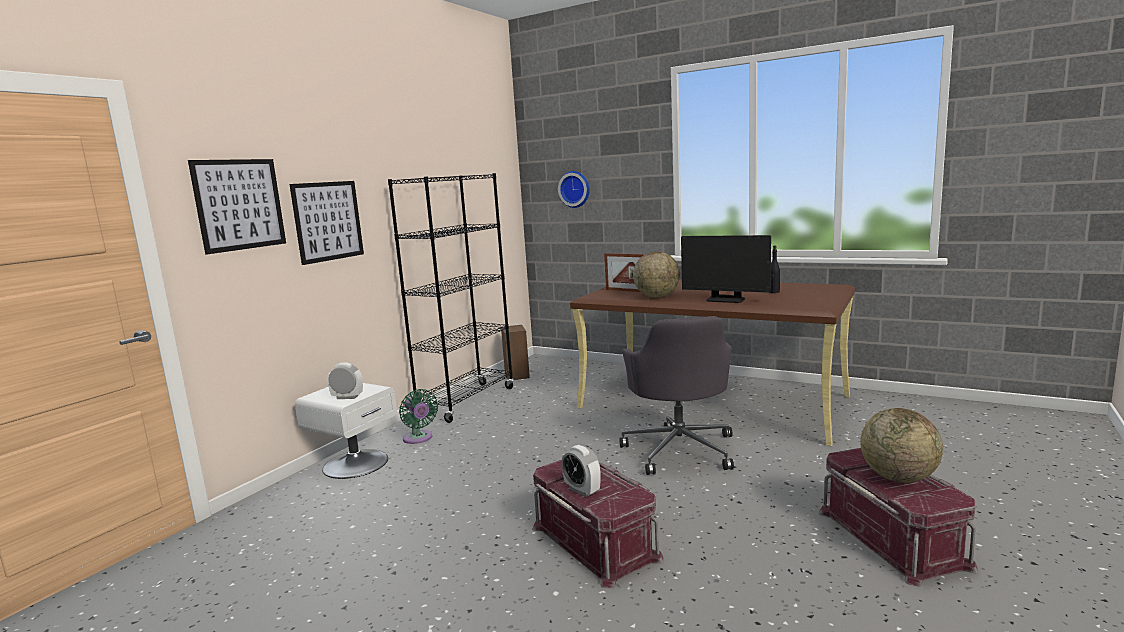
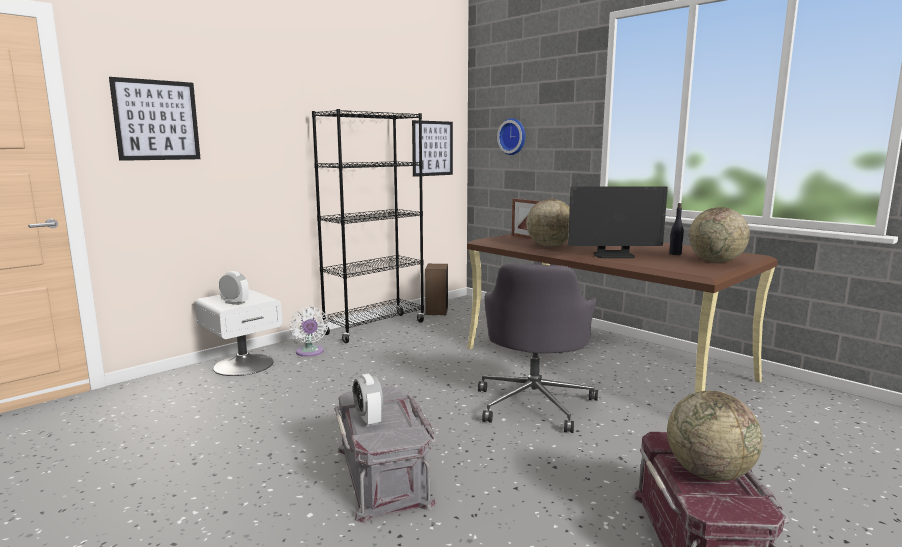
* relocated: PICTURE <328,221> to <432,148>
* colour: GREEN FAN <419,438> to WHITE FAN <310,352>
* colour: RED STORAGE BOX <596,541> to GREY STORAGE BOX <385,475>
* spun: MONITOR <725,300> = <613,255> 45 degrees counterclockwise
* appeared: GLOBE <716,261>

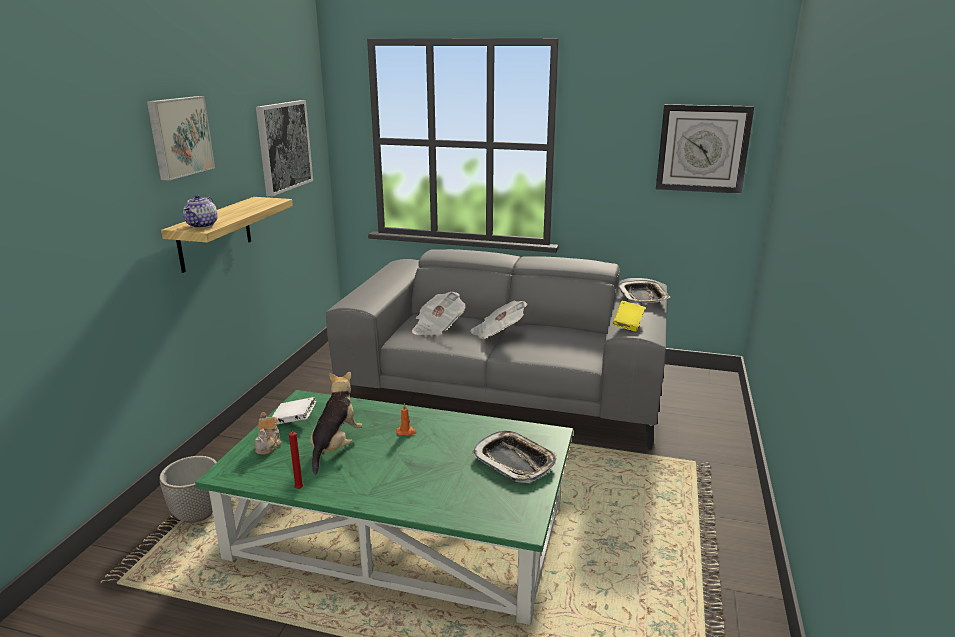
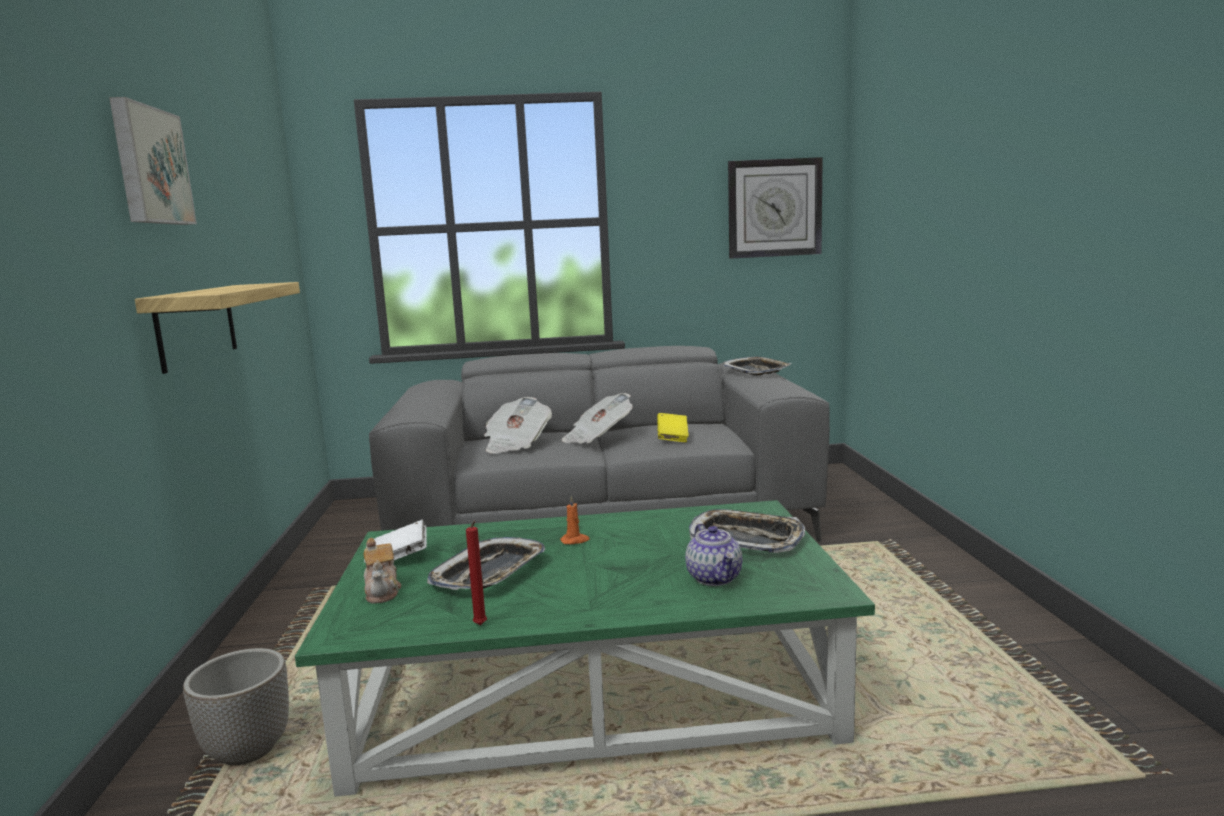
* relocated: TEAPOT <202,225> to <715,578>
* missing: PICTURE <284,146>
* exchanged: PLUSH TOY <335,447> to TRAY <490,573>
* relocated: YELLOW BOOK <628,324> to <673,438>

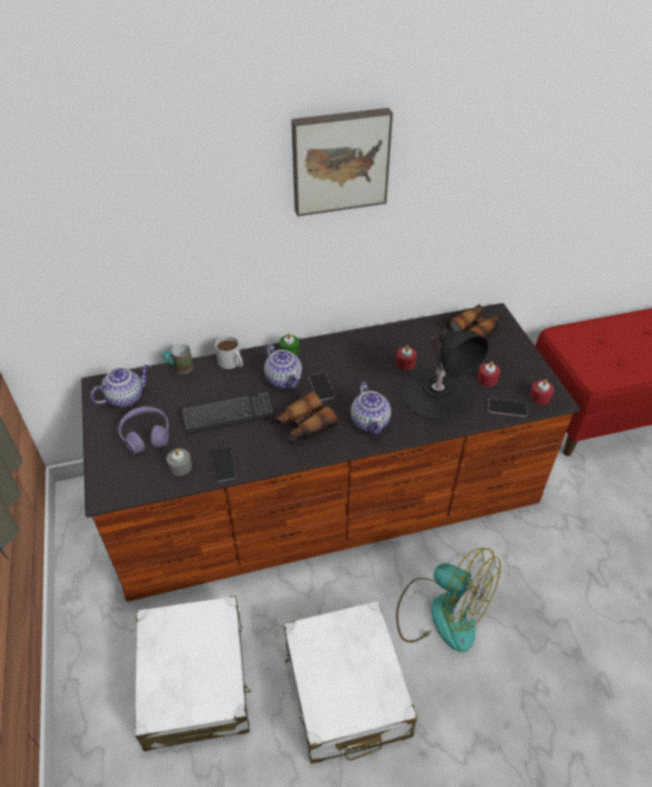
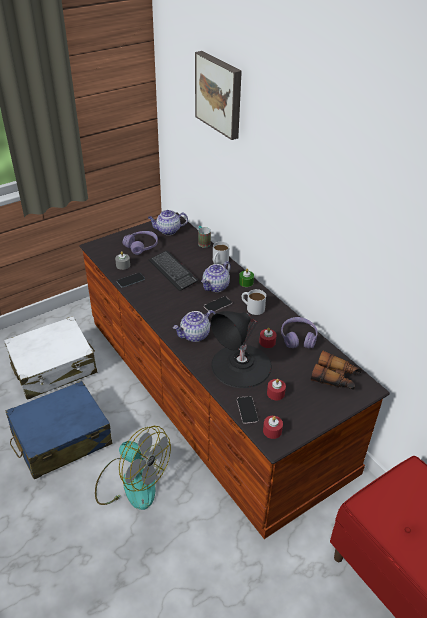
* spun: TEAPOT <125,397> = <168,231> 135 degrees clockwise
* missing: BINOCULARS <302,427>
* colour: WHITE SUITCASE <346,689> to BLUE SUITCASE <61,439>
* relocated: PICTURE <340,161> to <220,94>
* spun: FAN <441,612> = <131,482> 75 degrees counterclockwise
* appeared: WHITE MUG <252,307>
* appeared: PURPLE HEADPHONES <298,338>

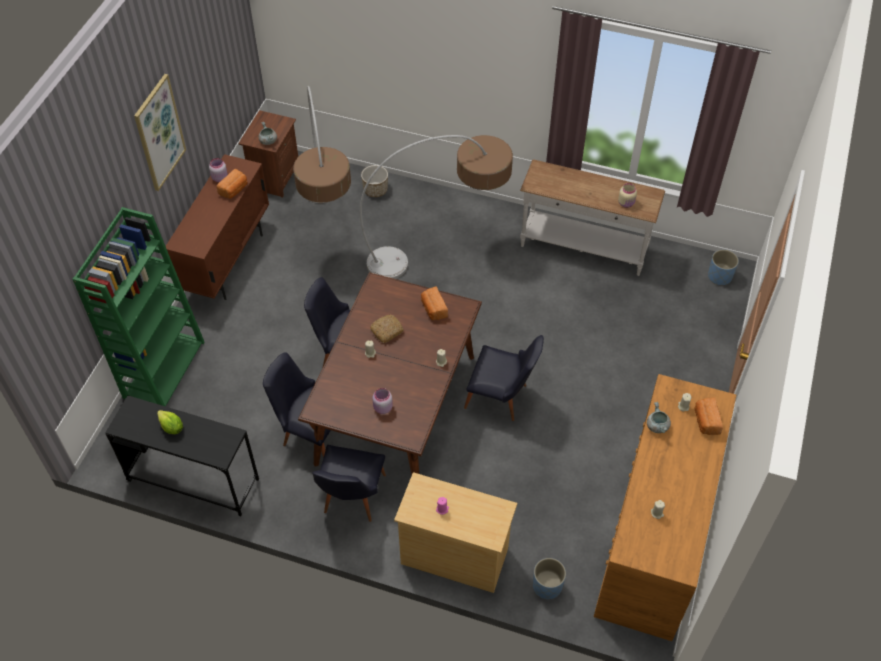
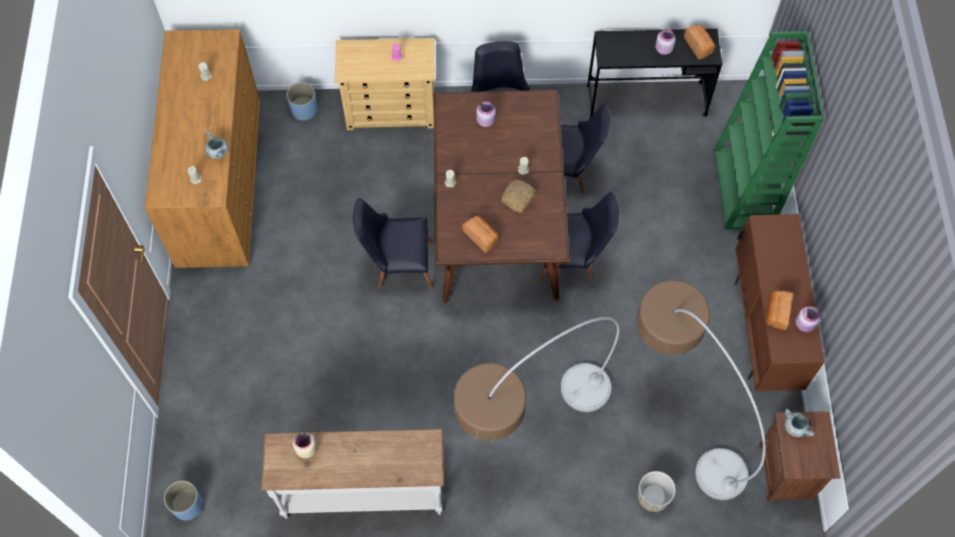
* missing: PICTURE <159,133>
* exchanged: LETTUCE <171,427> to PINK JAR <663,49>
* relocated: BREAD <705,421> to <699,46>

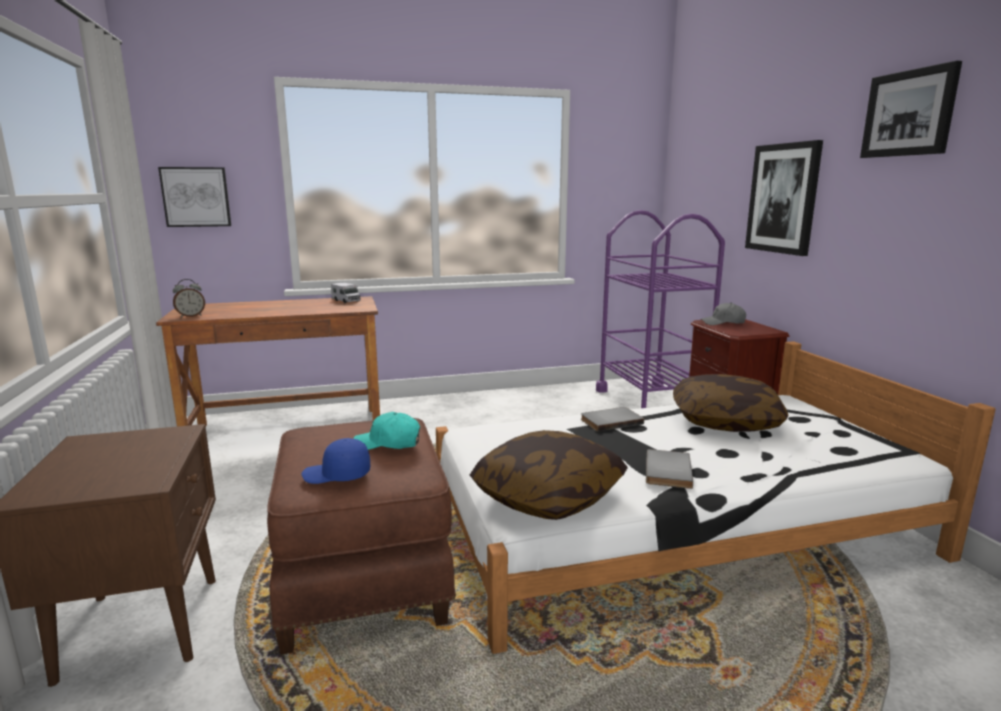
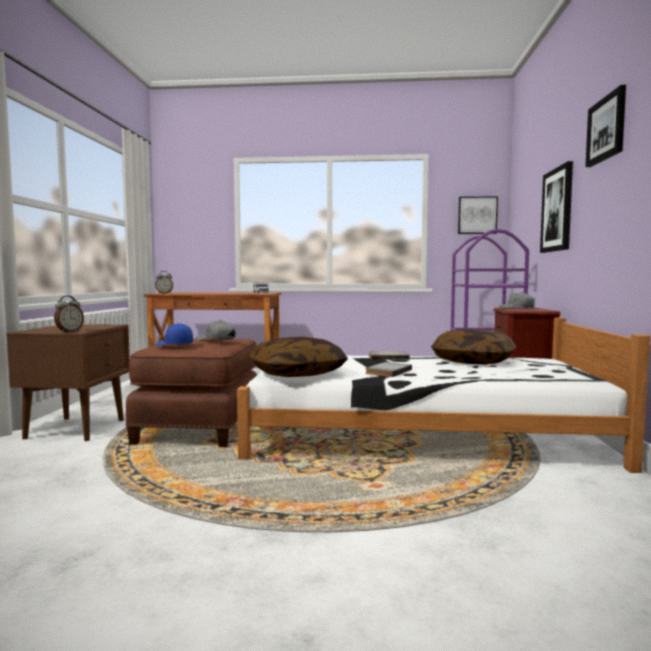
* relocated: PICTURE <196,197> to <477,215>
* colour: TURQUOISE CAP <388,443> to GREY CAP <216,340>
* appeared: ALARM CLOCK <69,331>

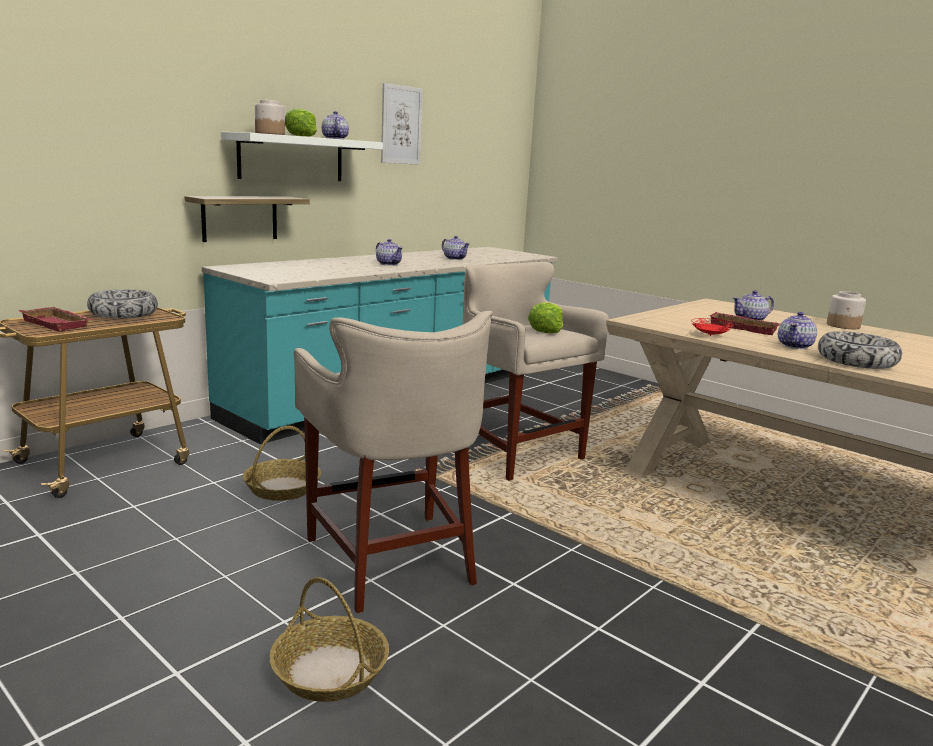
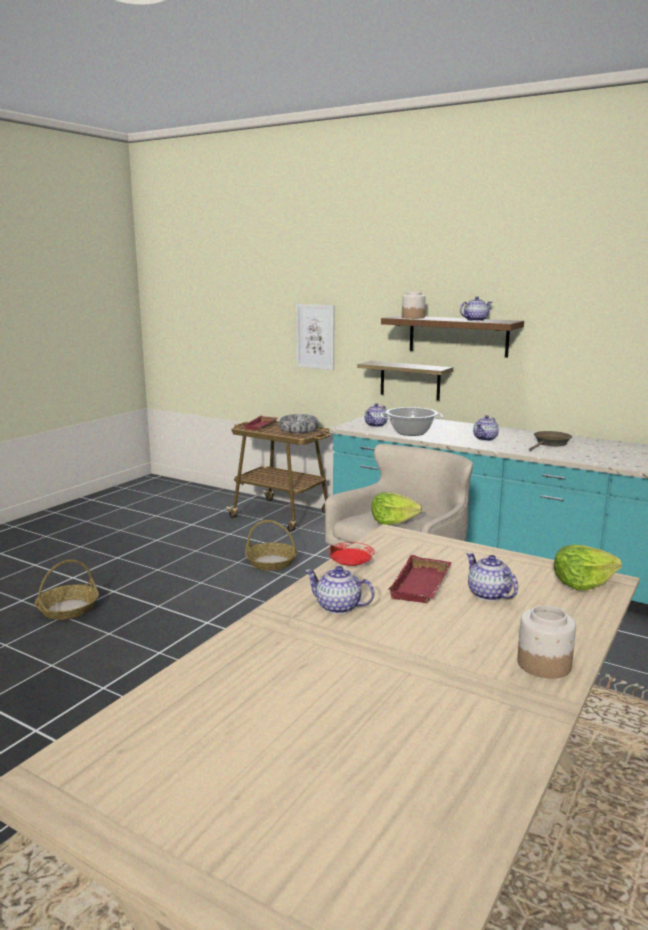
* colour: WHITE SHELF <291,158> to BROWN SHELF <458,336>
* relocated: LETTUCE <301,136> to <582,583>
* missing: BEIGE STOOL <392,558>
* relocated: PICTURE <401,125> to <315,336>
* relocated: TEAPOT <455,258> to <376,425>
* missing: BOWL <856,361>
* appeared: COOKING POT <411,432>
* appeared: BROWN FRYING PAN <550,443>

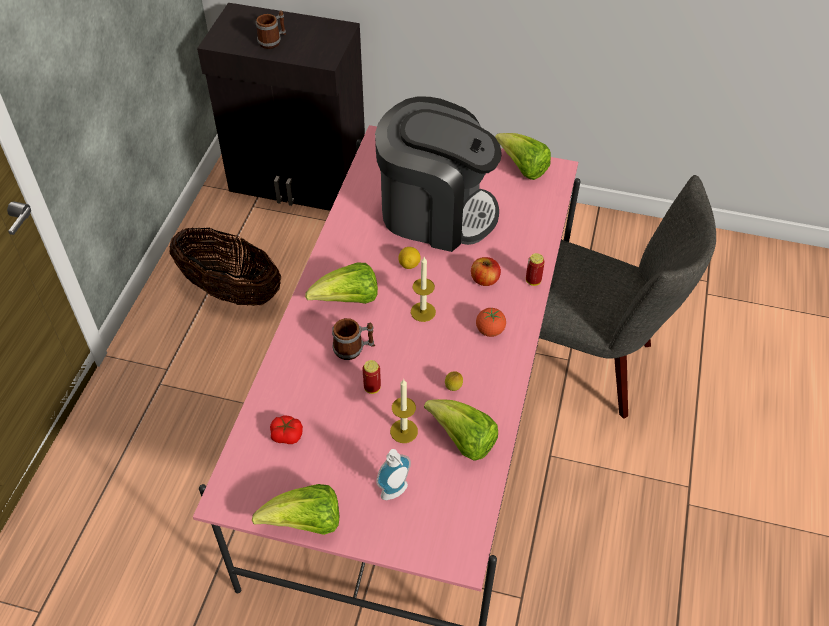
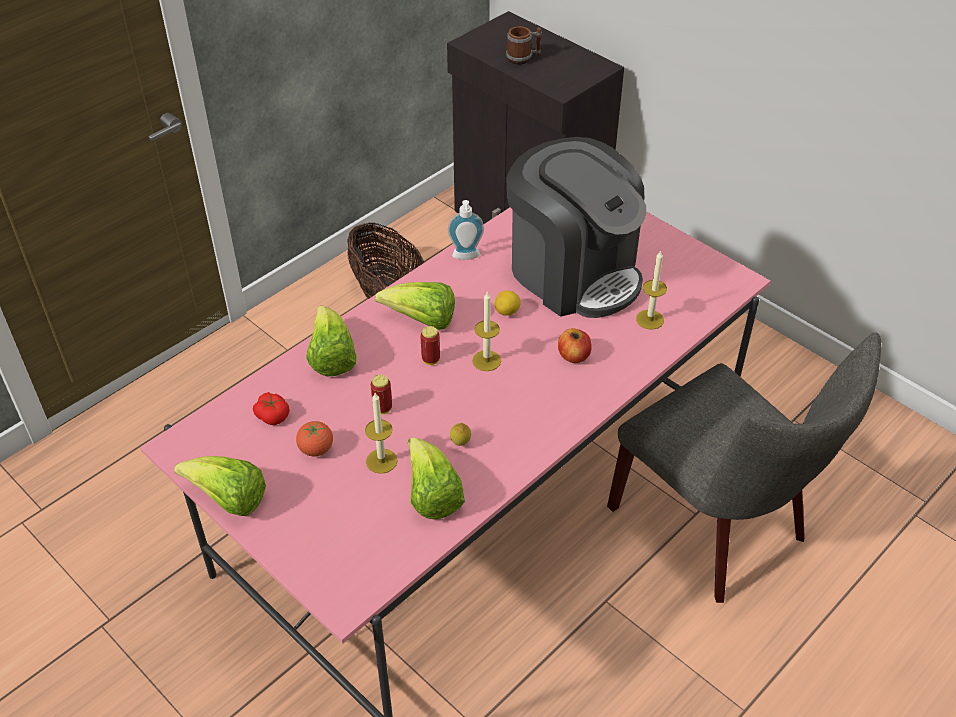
* missing: MUG <354,349>
* relocated: SOAP DISPENSER <396,493> to <466,257>
* relocated: TOMATO <490,330> to <316,449>
* relocated: LETTUCE <522,168> to <331,358>
* relocated: CAN <533,281> to <430,360>
* appeared: CANDLE <650,319>

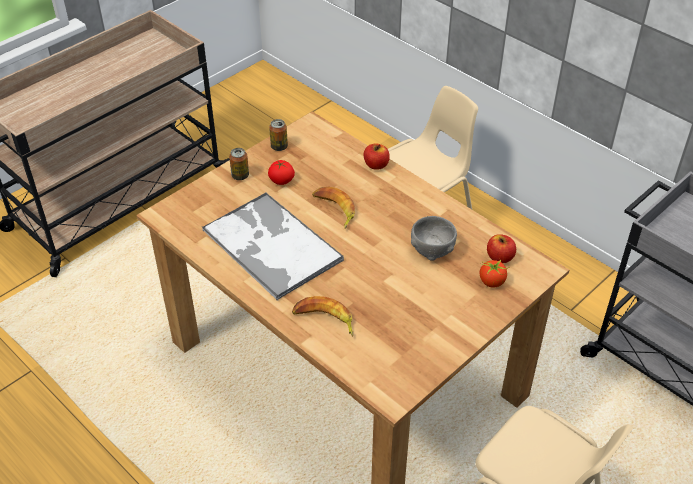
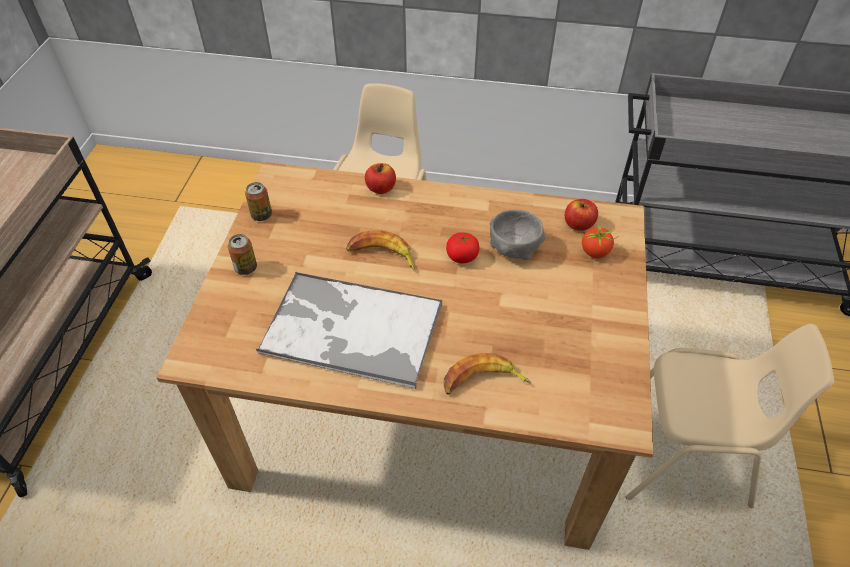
* relocated: TOMATO <281,180> to <462,257>

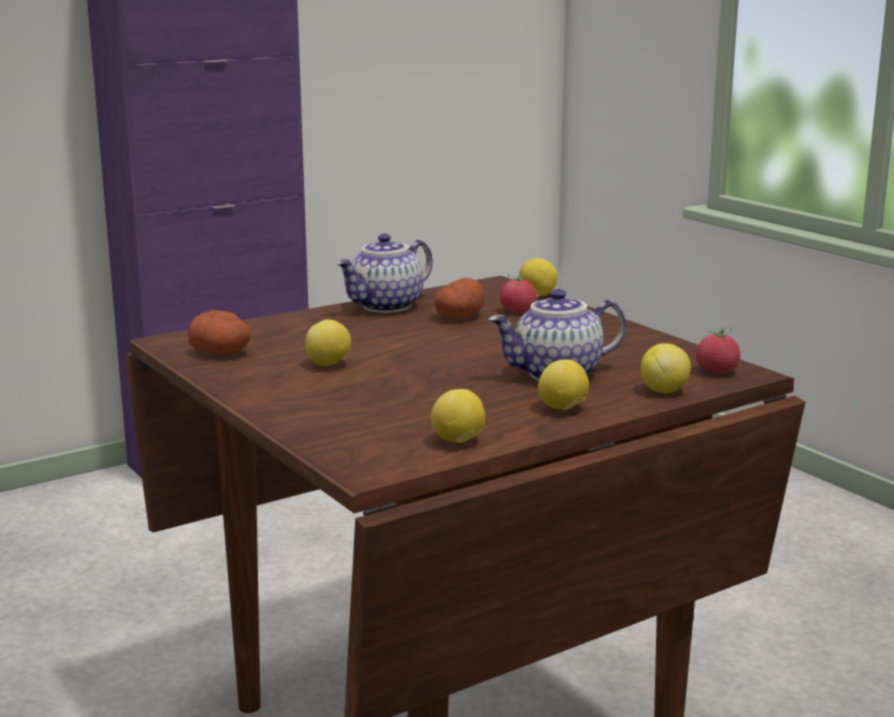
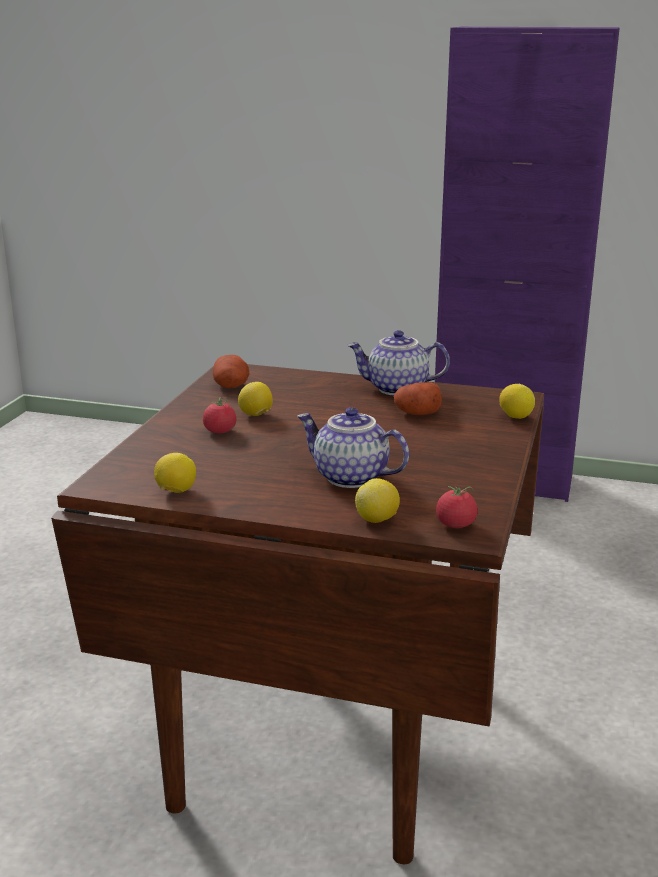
* relocated: TOMATO <518,311> to <220,431>
* missing: LEMON <563,409>

